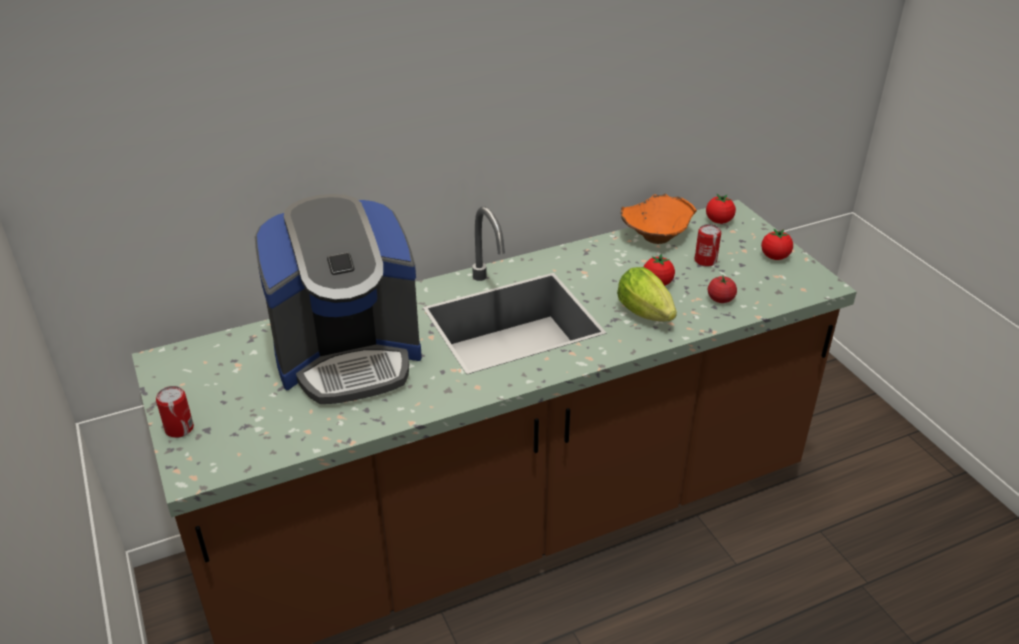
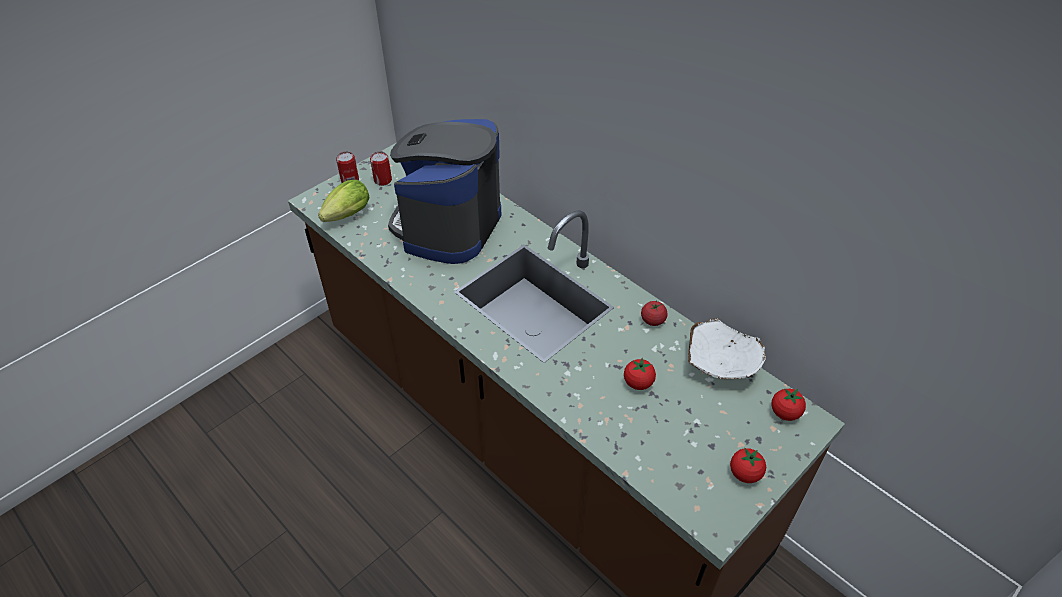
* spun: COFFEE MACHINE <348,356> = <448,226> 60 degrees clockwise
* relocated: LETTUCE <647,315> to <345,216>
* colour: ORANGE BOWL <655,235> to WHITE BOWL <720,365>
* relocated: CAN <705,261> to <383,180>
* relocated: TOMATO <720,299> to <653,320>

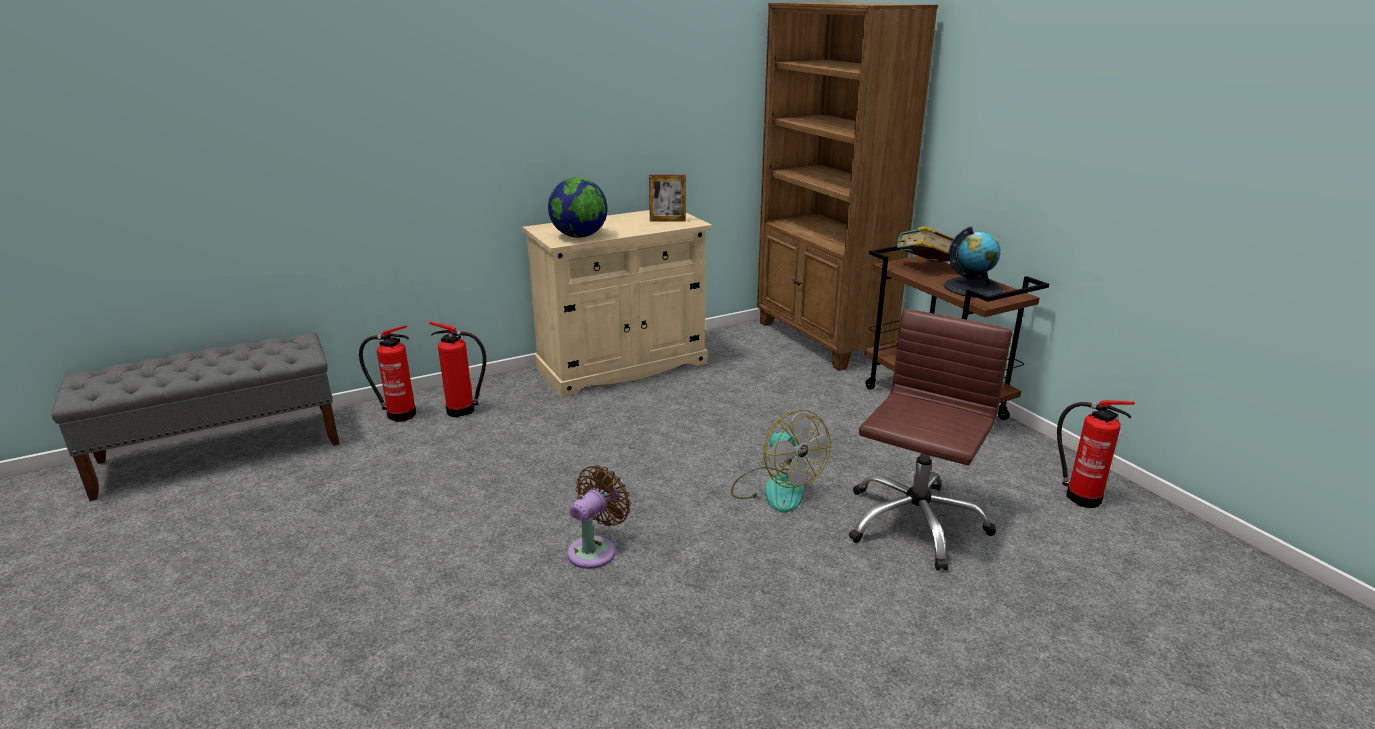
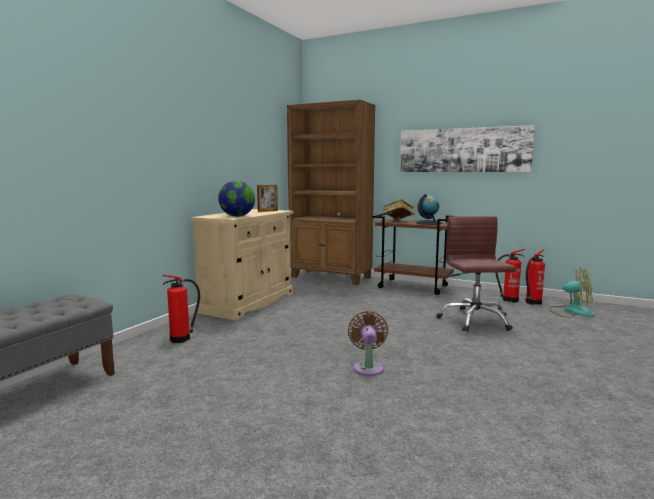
* relocated: FIRE EXTINGUISHER <399,415> to <532,302>
* relocated: FAN <776,488> to <571,311>
* appeared: PICTURE <463,150>

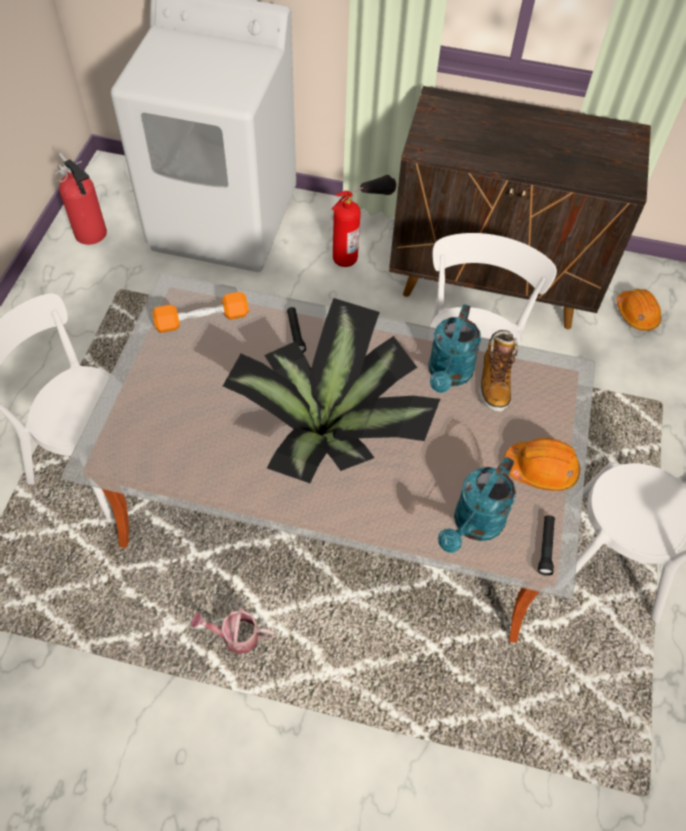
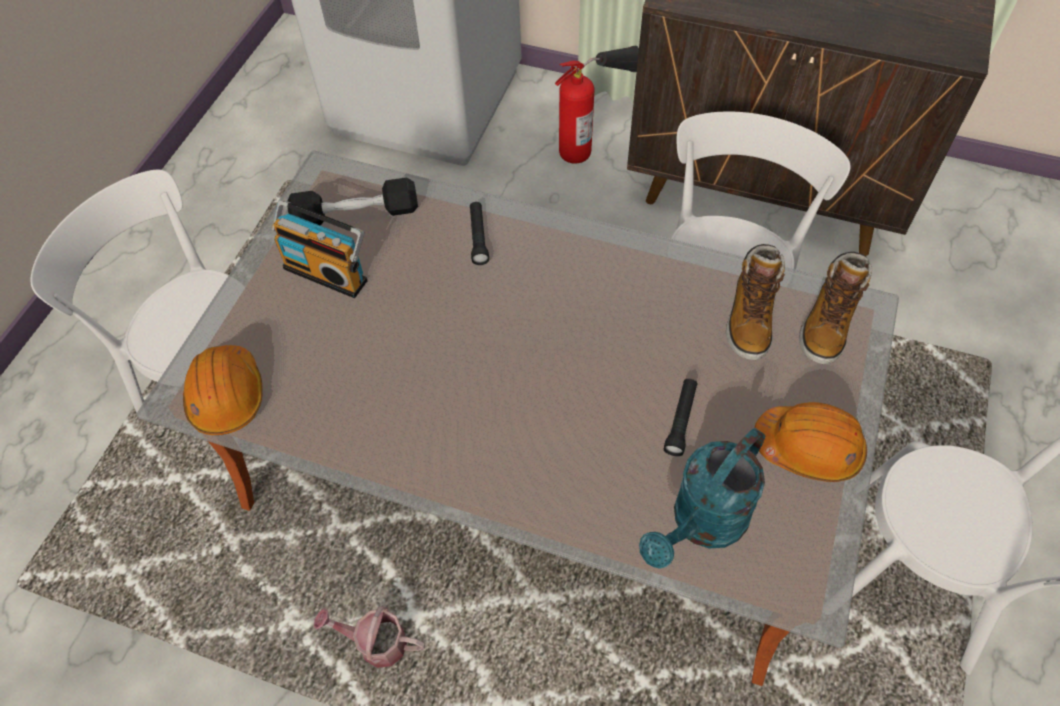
* missing: FIRE EXTINGUISHER <92,235>
* colour: ORANGE DUMBBELL <202,320> to BLACK DUMBBELL <356,214>
* missing: POTTED PLANT <333,429>
* missing: TURQUOISE WATERING CAN <448,375>
* relocated: BLACK FLASHLIGHT <545,547> to <680,420>
* relocated: ORANGE HARD HAT <636,315> to <227,396>
* appeared: RADIO <328,271>
* appeared: BOOT <827,324>

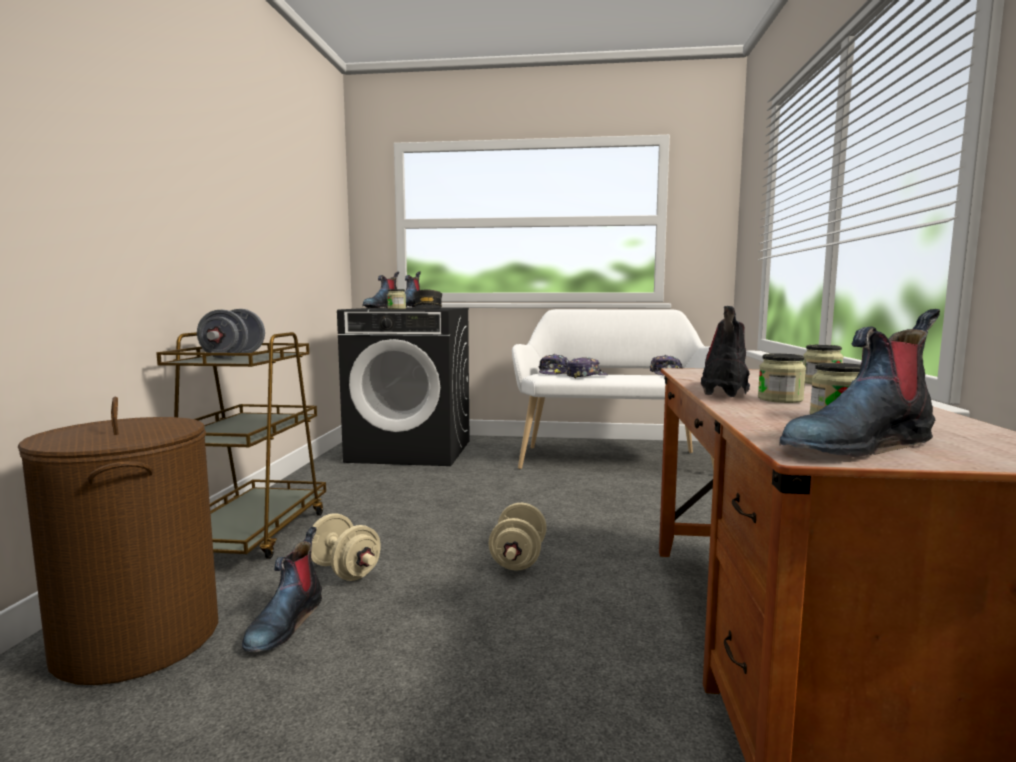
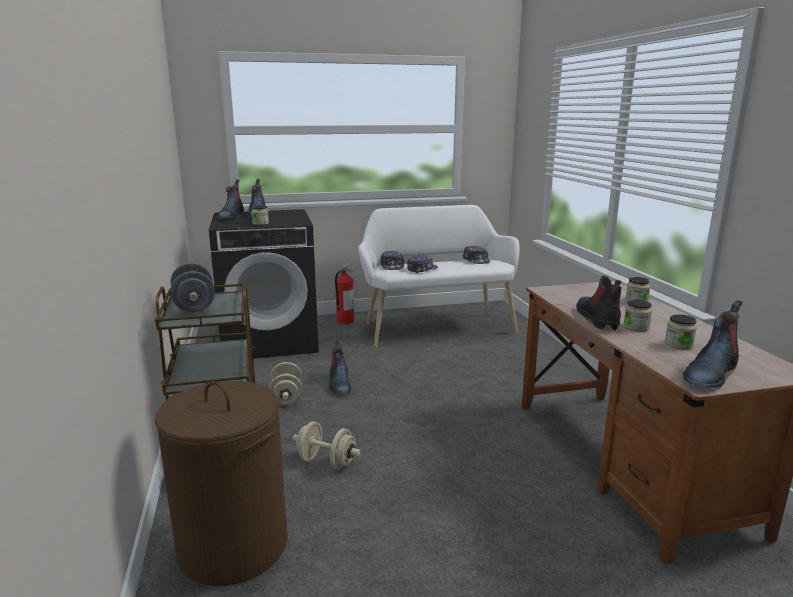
* relocated: BOOT <284,622> to <339,384>
* missing: GREY CAP <428,308>
* relocated: BEIGE DUMBBELL <518,559> to <286,397>
* appeared: FIRE EXTINGUISHER <345,321>

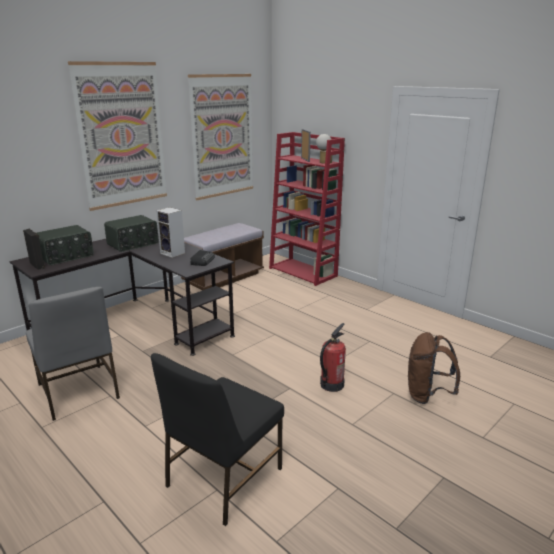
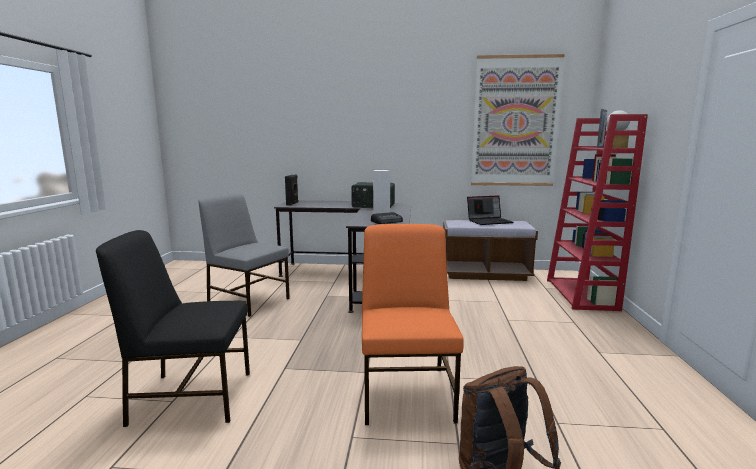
* spun: GREY CHAIR <78,392> = <248,300> 105 degrees clockwise
* missing: RADIO <66,256>
* missing: PICTURE <122,135>
* exchanged: FIRE EXTINGUISHER <331,385> to ORANGE CHAIR <407,392>
* appeared: LAPTOP <489,221>

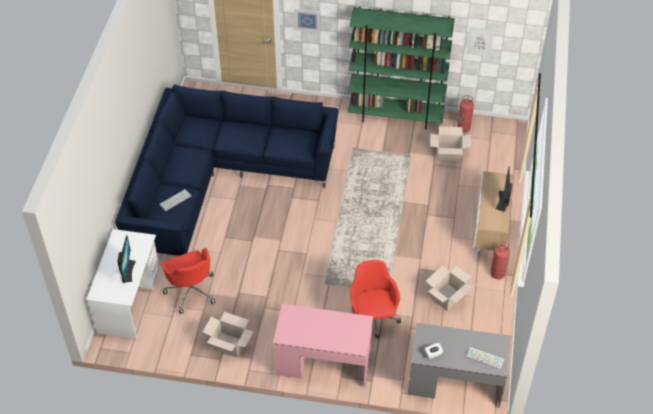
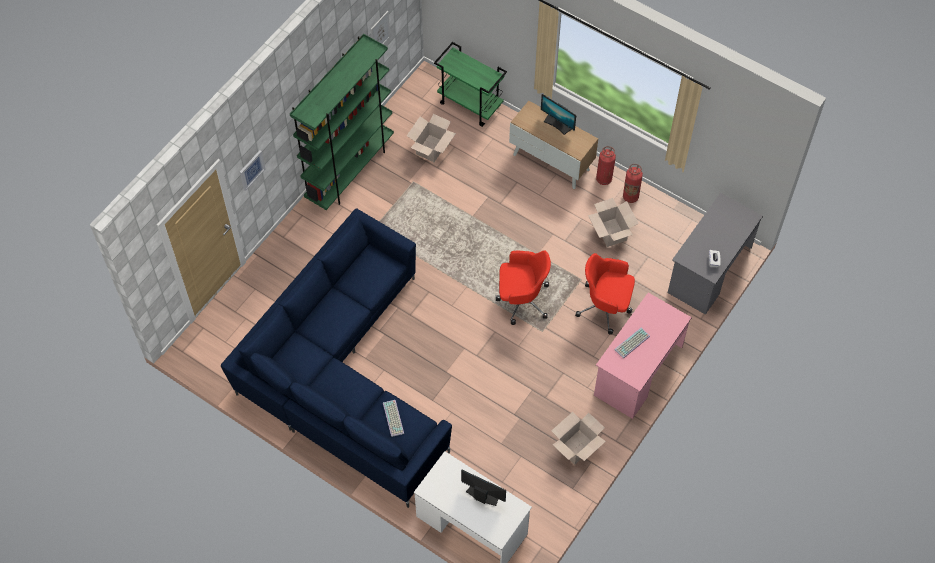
* relocated: RED OFFICE CHAIR <191,290> to <521,299>
* relocated: FIRE EXTINGUISHER <463,128> to <630,197>
* relocated: KEYBOARD <484,358> to <632,343>
* appeared: GREEN CART <471,104>

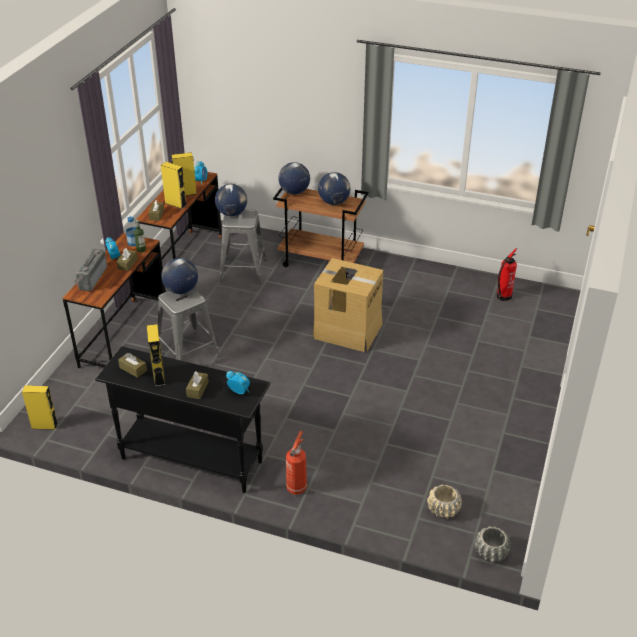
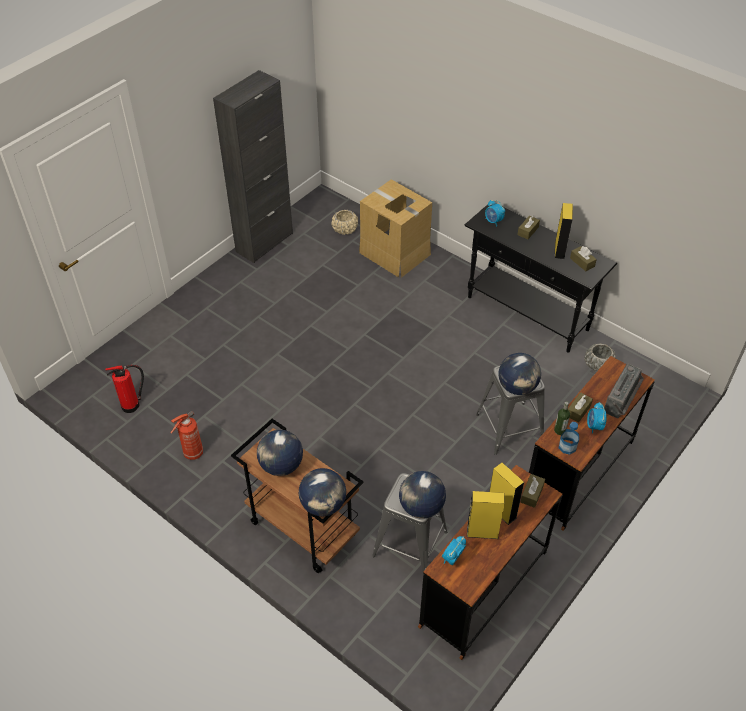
* missing: YELLOW SPEAKER <44,426>
* relocated: FIRE EXTINGUISHER <297,487> to <192,454>
* relocated: CARDBOARD BOX <347,330> to <394,253>
* relocated: GREY PLANTER <491,552> to <598,365>
* appeared: BLACK CABINET <264,242>

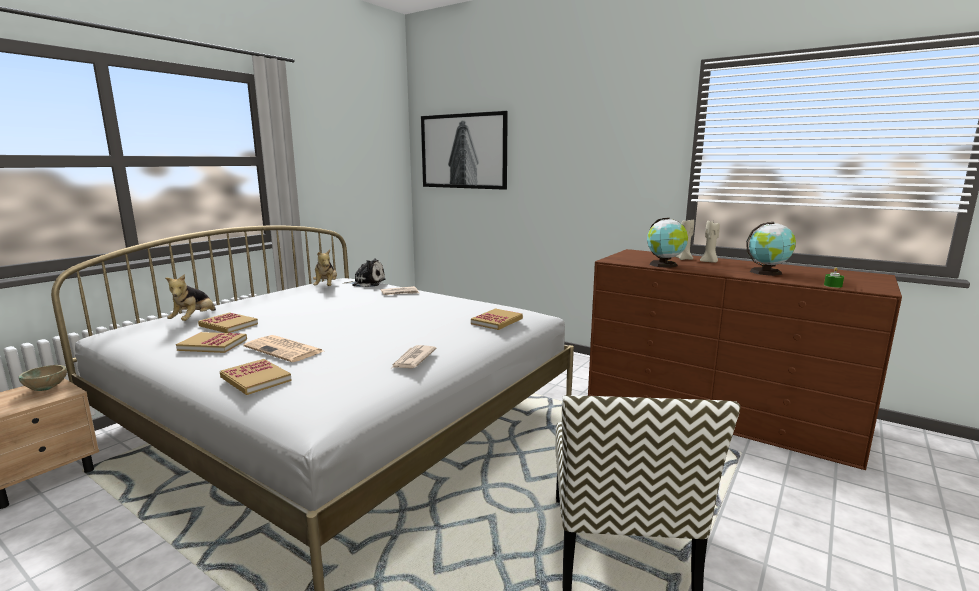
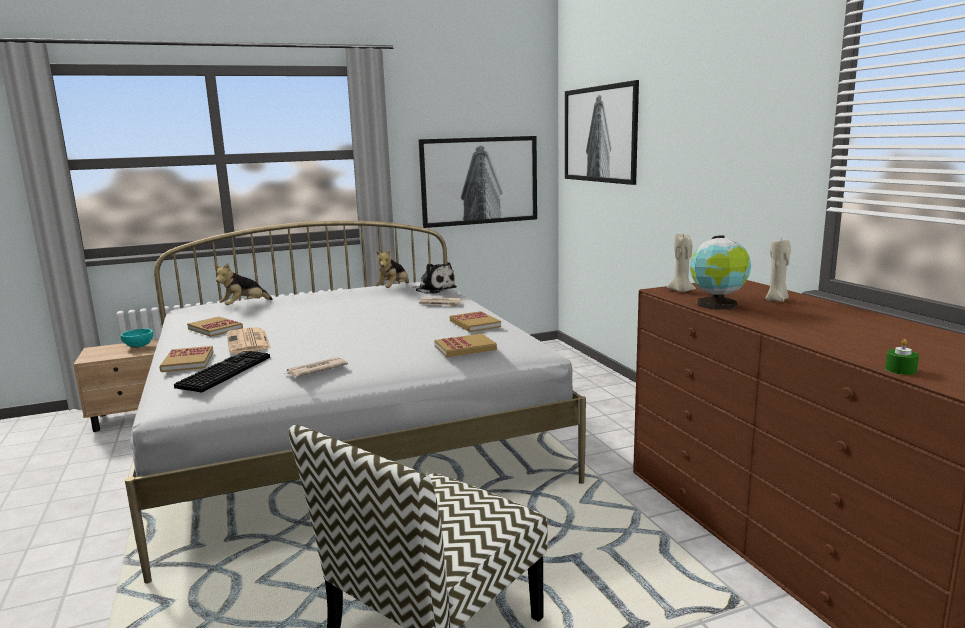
* colour: BEIGE BOWL <46,389> to TURQUOISE BOWL <139,347>
* relocated: BOOK <228,325> to <475,324>
* relocated: BEIGE CANDLE <709,262> to <681,291>
* missing: GLOBE <767,272>
* appeared: KEYBOARD <224,372>
* appeared: PICTURE <479,181>

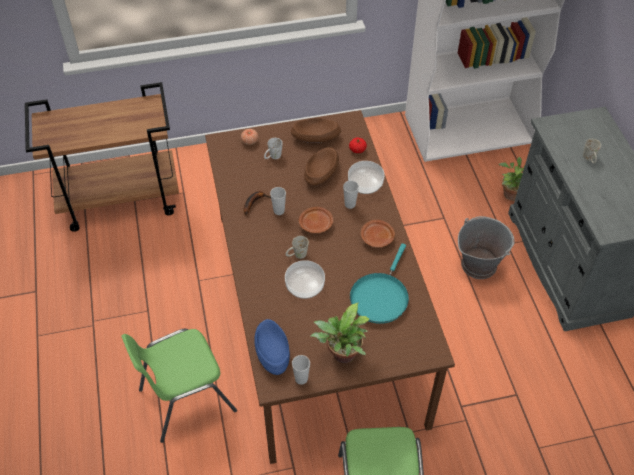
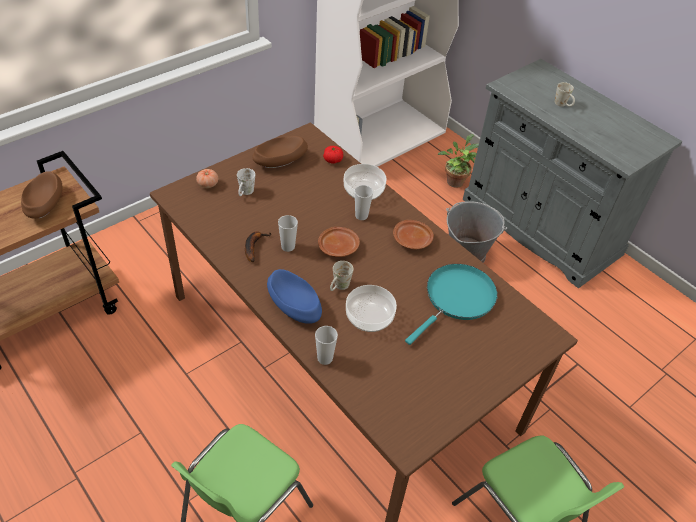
* relocated: BLUE BOWL <272,352> to <293,305>
* relocated: CUP <301,379> to <325,358>
* relocated: BROWN BOWL <321,173> to <45,204>
* missing: POTTED PLANT <342,356>
* spun: TURQUOISE FRYING PAN <380,296> = <457,299> 135 degrees counterclockwise

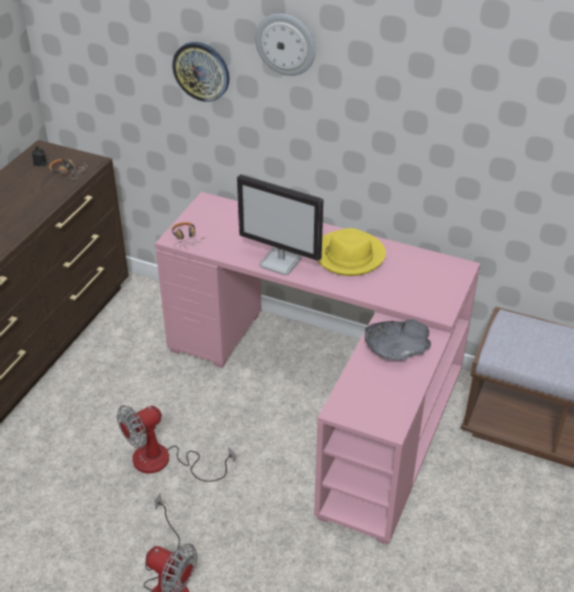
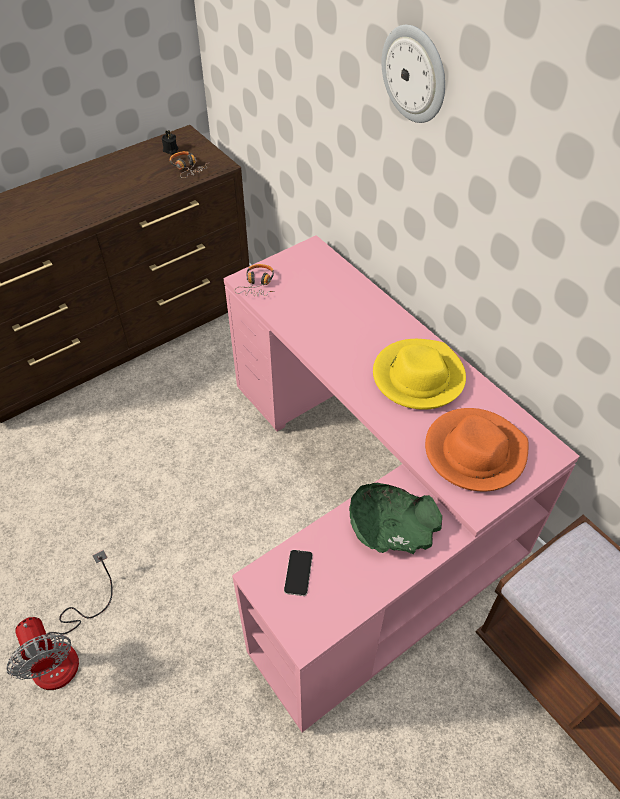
* missing: FAN <164,462>
* missing: WALL CLOCK <201,71>
* missing: MONITOR <281,262>
* colour: GREY BOWL <396,348> to GREEN BOWL <391,526>
* appeared: PHONE <298,573>
* appeared: ORANGE HAT <474,452>

